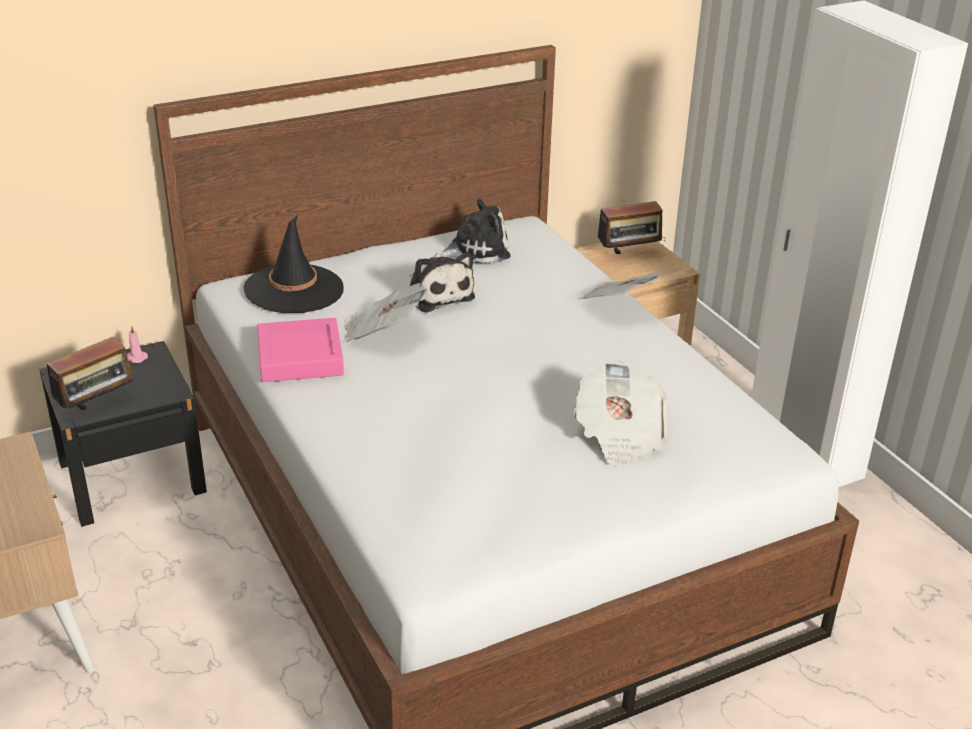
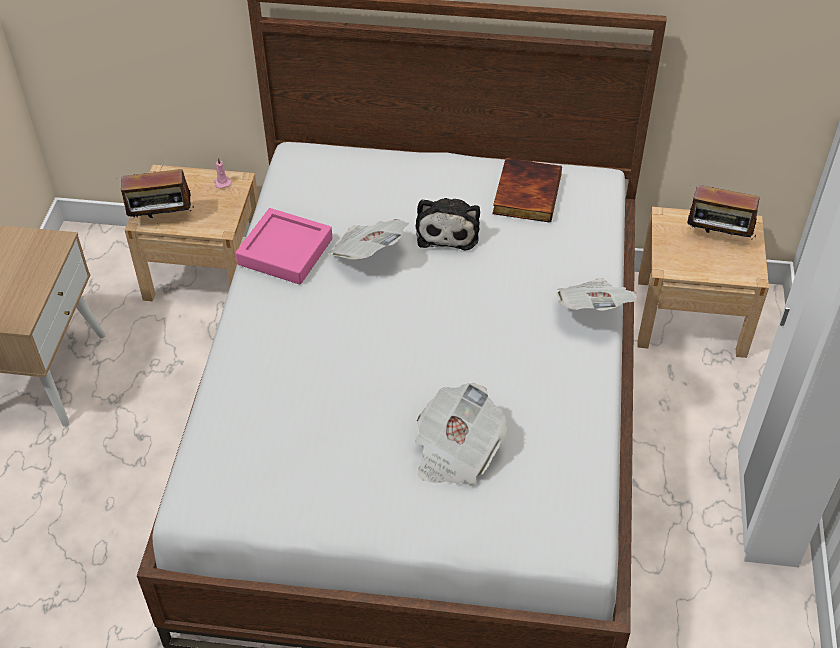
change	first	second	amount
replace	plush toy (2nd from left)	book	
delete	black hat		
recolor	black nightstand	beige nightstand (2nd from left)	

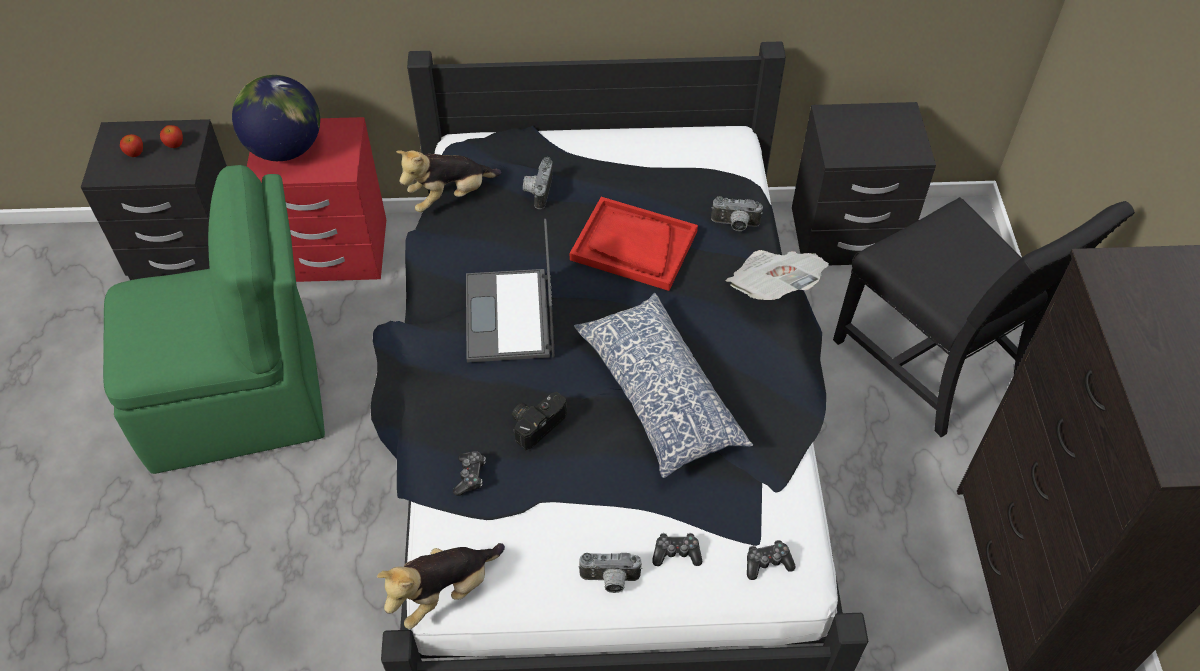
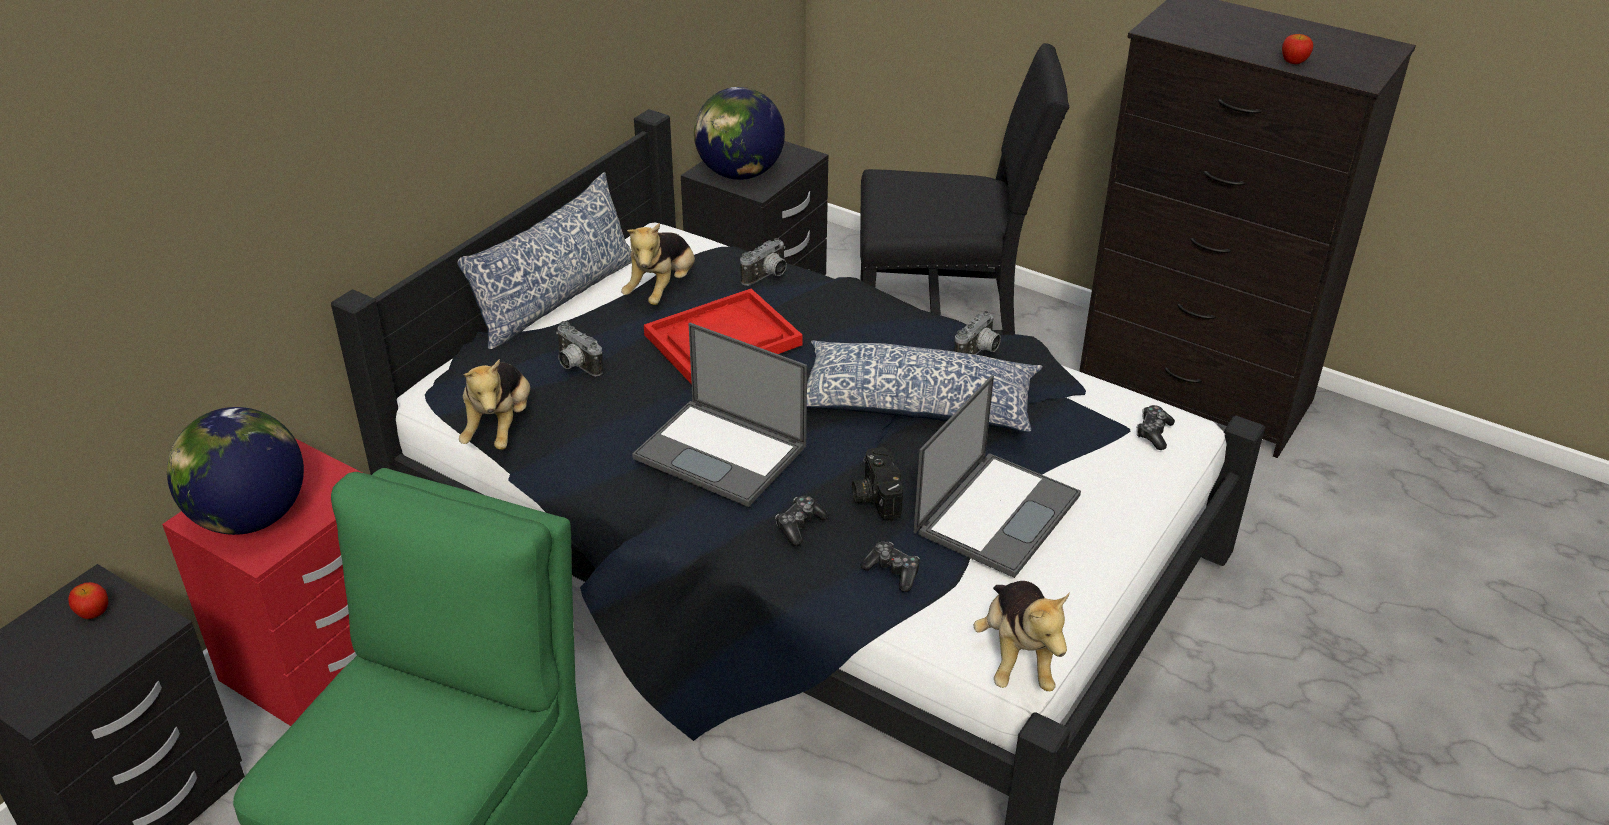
change	first	second	amount
move	apple (1st from left in the first image)	apple (2nd from left)	
delete	newspaper		
move	game controller (2nd from left in the first image)	game controller (1st from left)	
move	photo camera (3rd from left in the first image)	photo camera (4th from left)	
insert		globe (2nd from left)	
insert		pillow (1st from left)	
insert		plush toy (2nd from left)	
insert		laptop (2nd from left)	

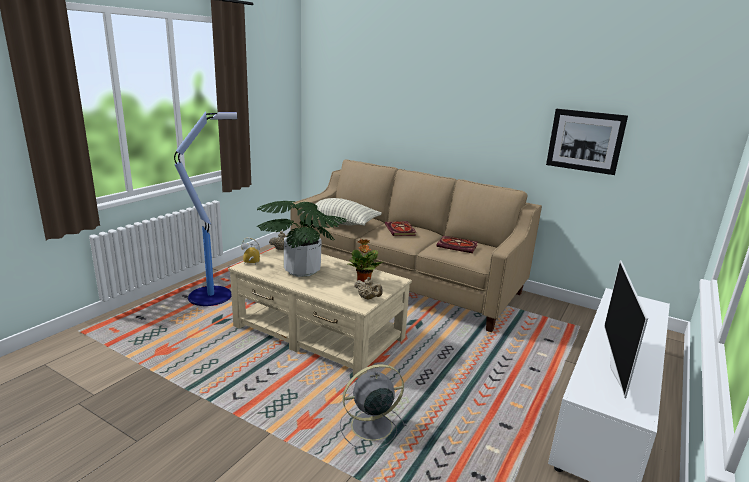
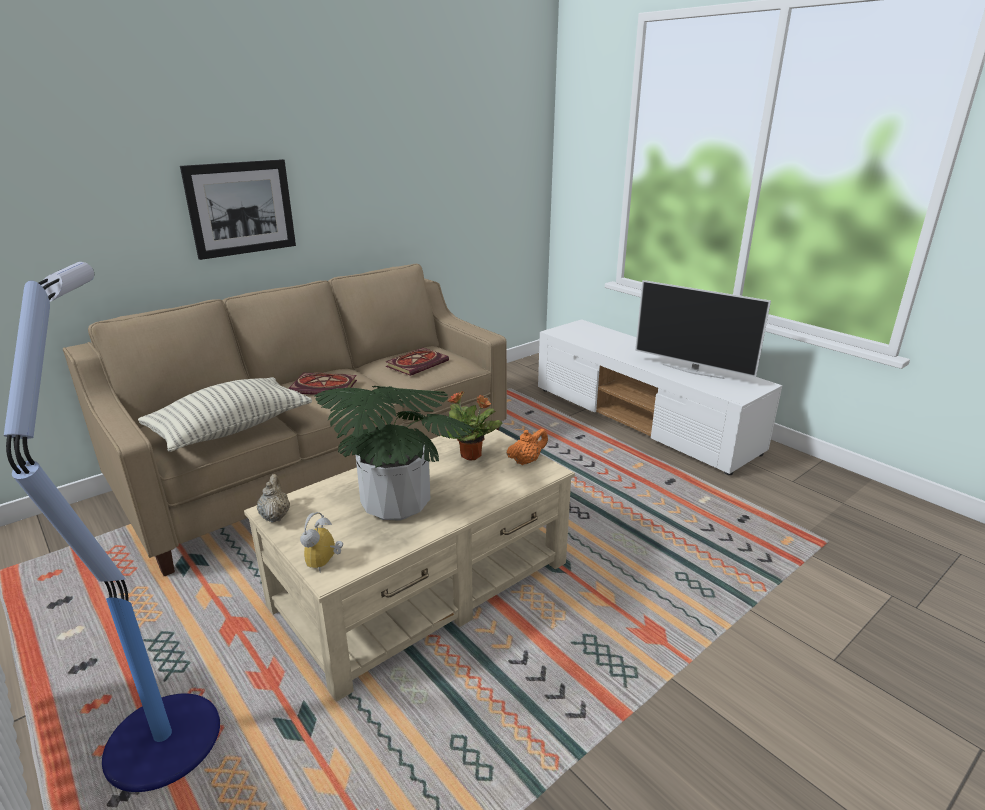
change	first	second	amount
move	picture		
recolor	beige teapot (2nd from left)	orange teapot	
delete	grey fan		

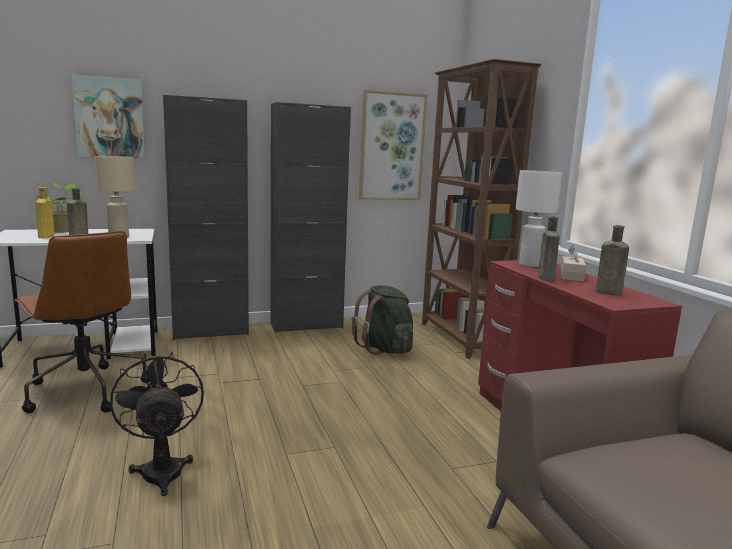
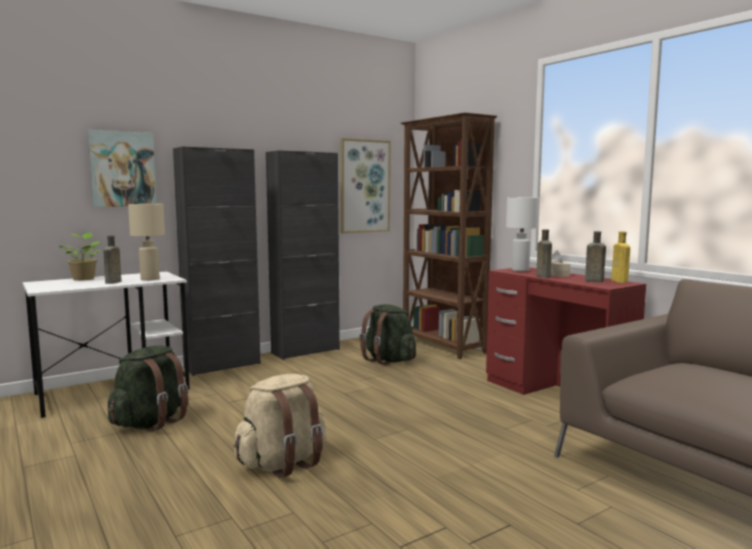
change	first	second	amount
move	yellow bottle		
replace	brown office chair	green backpack (1st from left)	
replace	black fan	beige backpack	

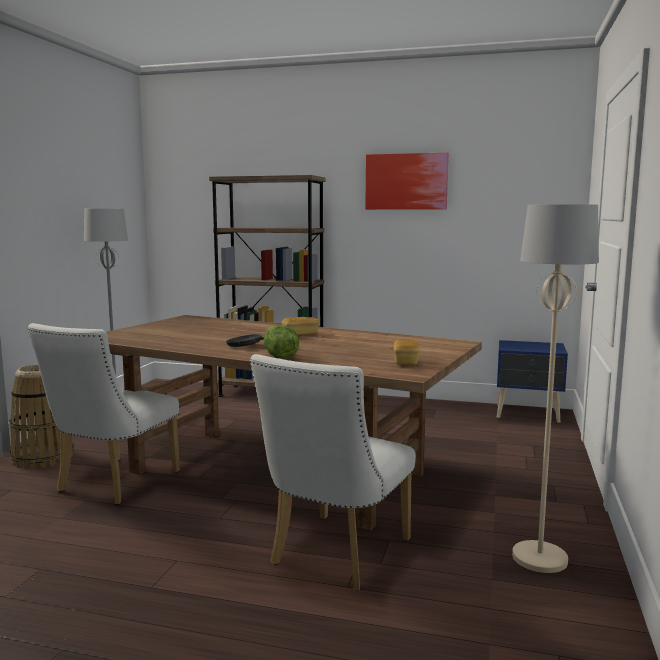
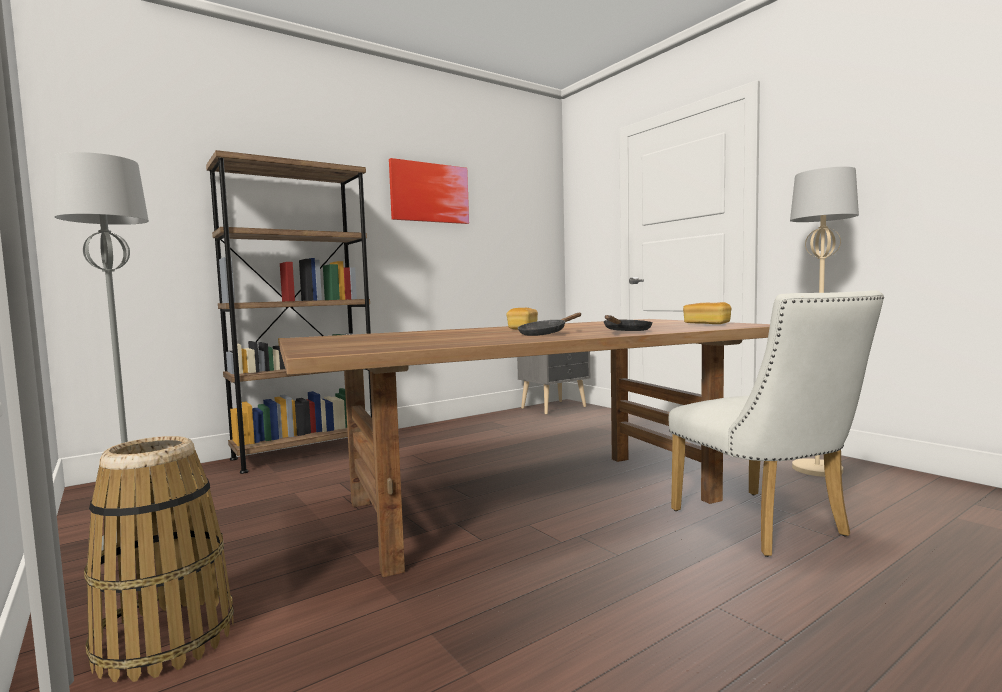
change	first	second	amount
delete	white chair (1st from left)		
replace	lettuce	black frying pan (2nd from left)	
recolor	blue nightstand	grey nightstand	

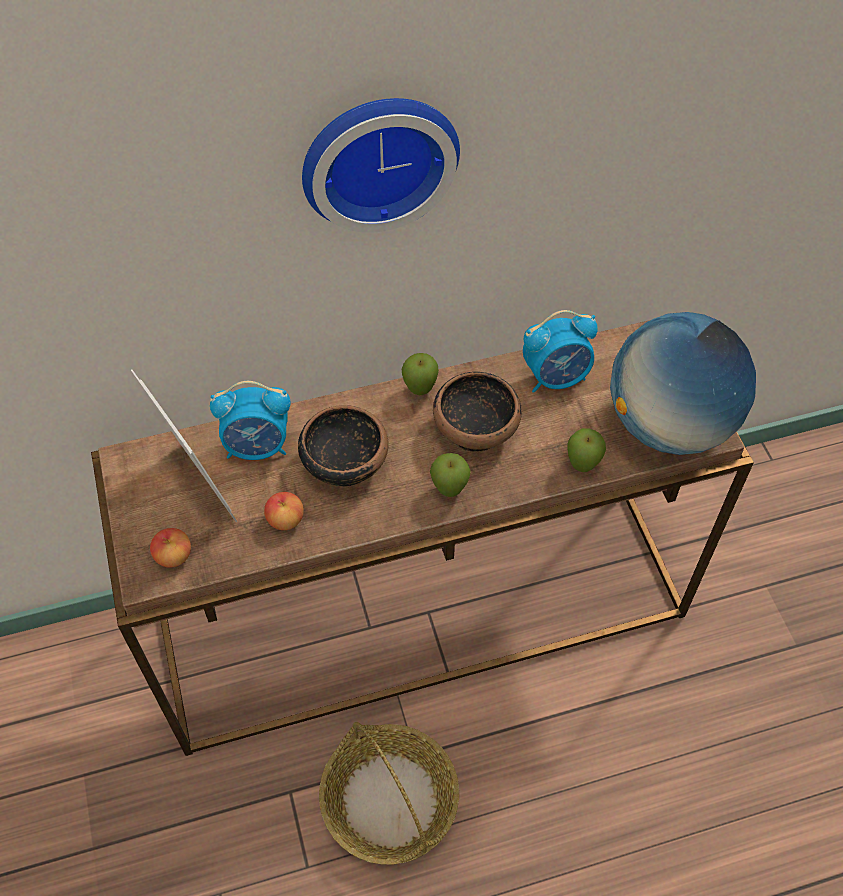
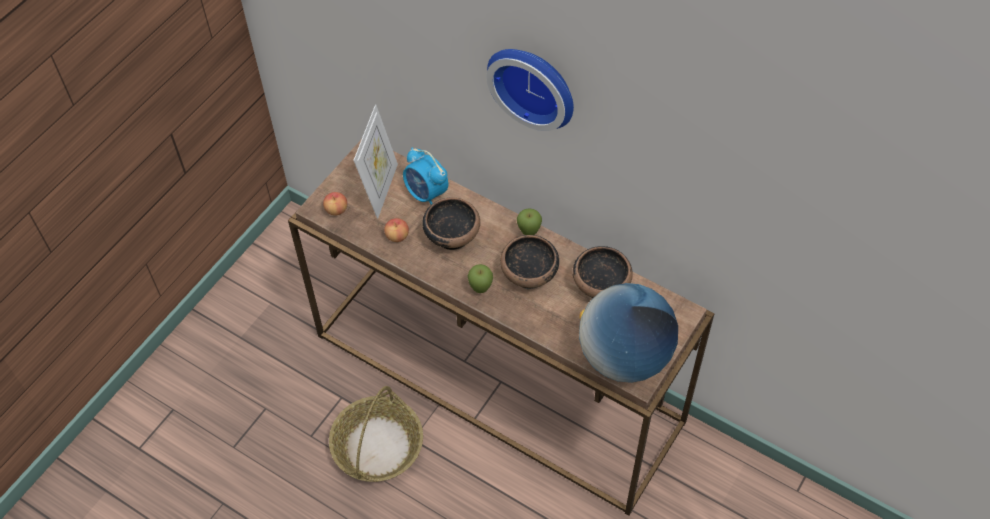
change	first	second	amount
replace	alarm clock (2nd from left)	bowl (3rd from left)	
delete	apple (5th from left)		

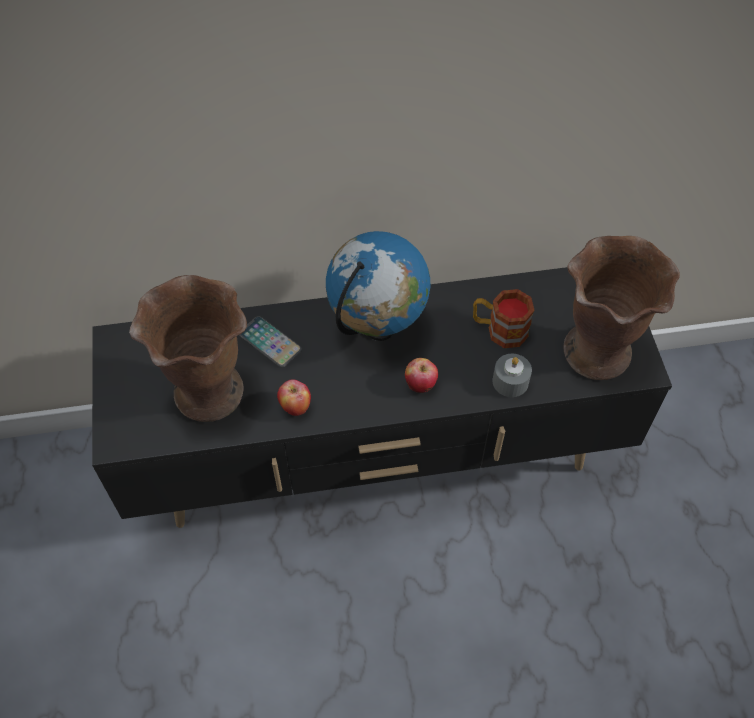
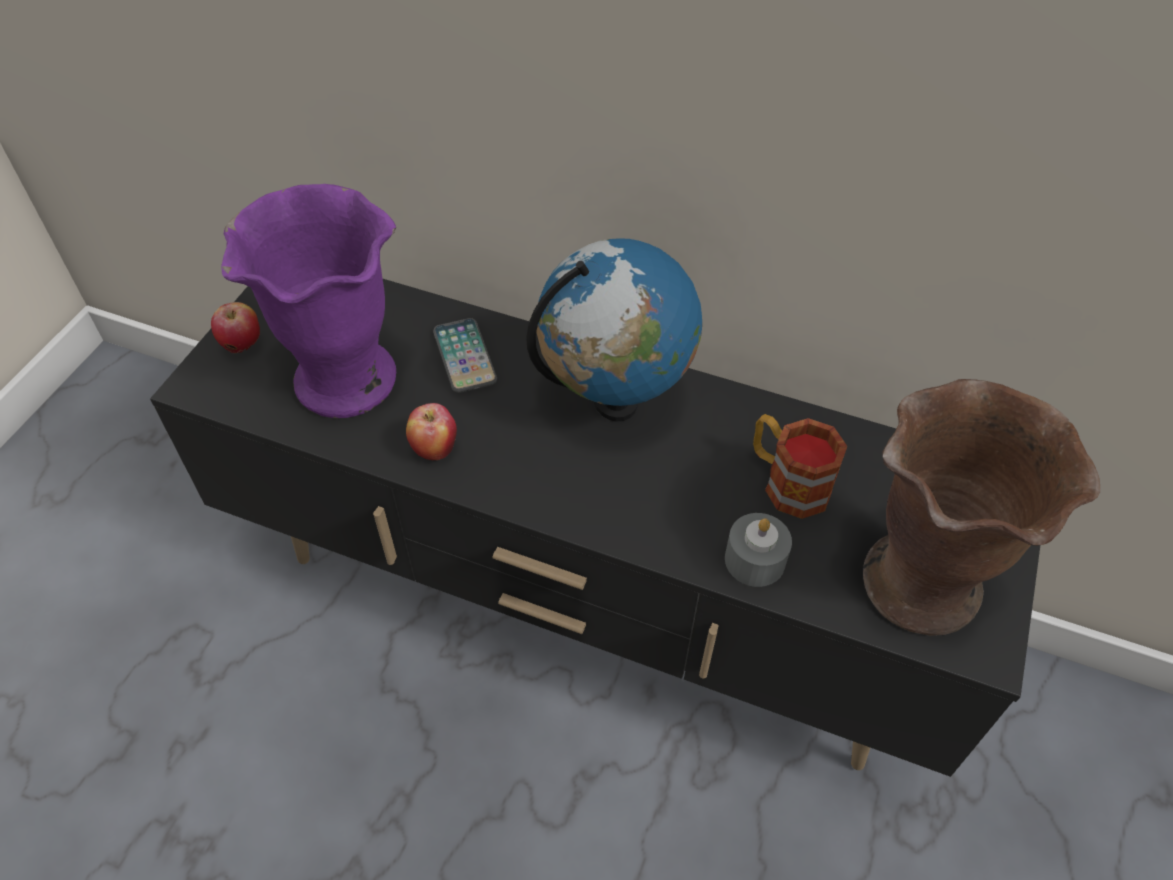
change	first	second	amount
recolor	brown vase (1st from left)	purple vase	
move	apple (2nd from left in the first image)	apple (1st from left)	

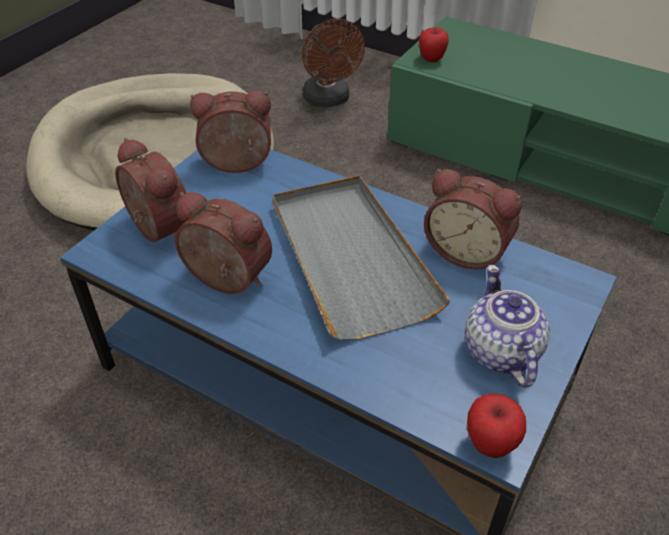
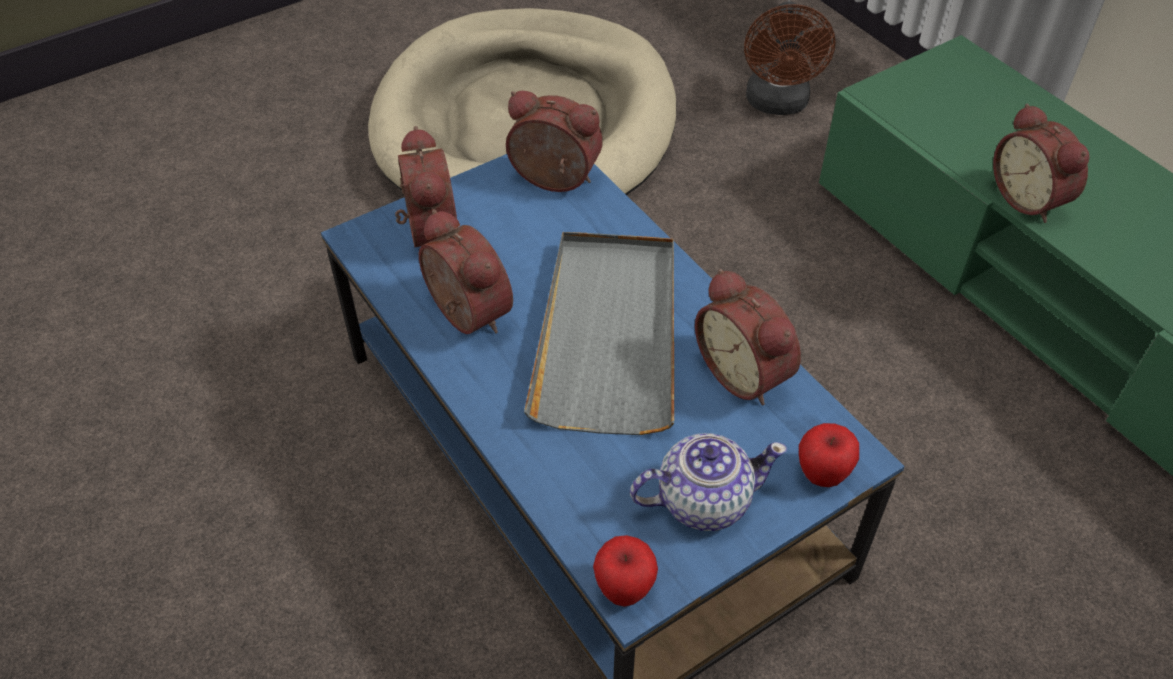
change	first	second	amount
move	apple (1st from left in the first image)	apple (2nd from left)	
rotate	teapot		60 degrees clockwise
insert		alarm clock (5th from left)	

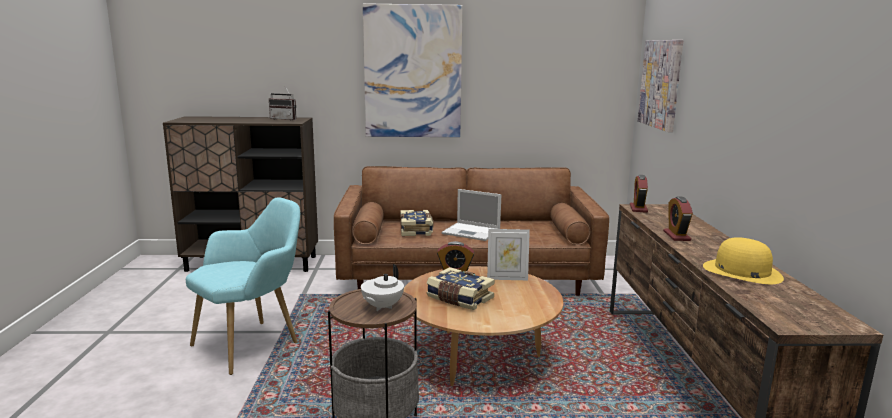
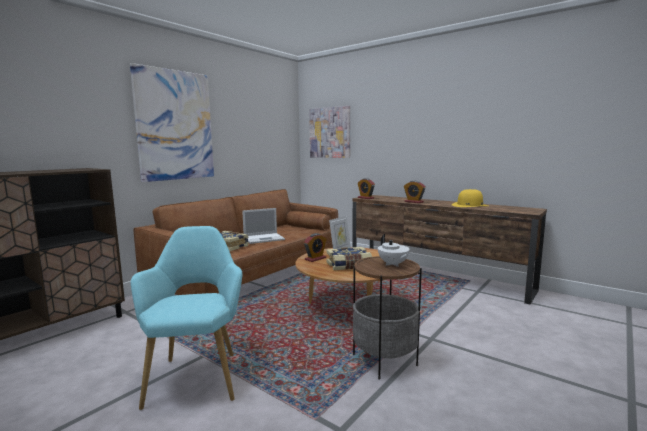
change	first	second	amount
delete	radio		

